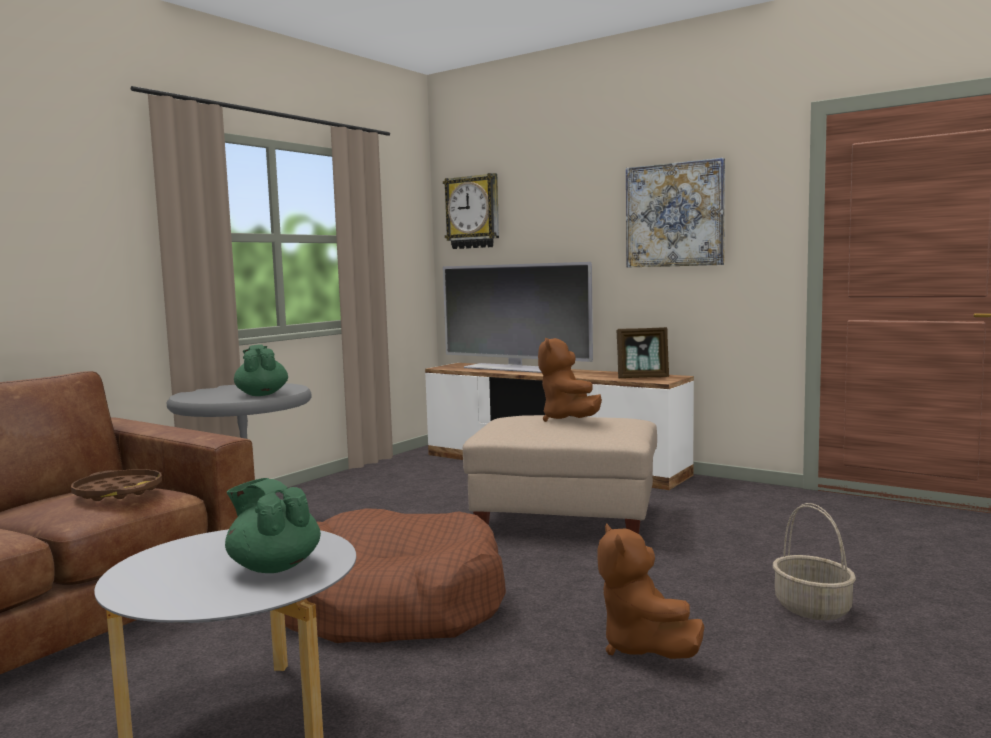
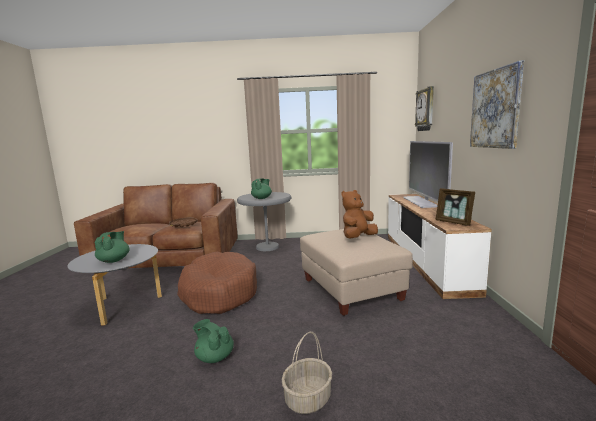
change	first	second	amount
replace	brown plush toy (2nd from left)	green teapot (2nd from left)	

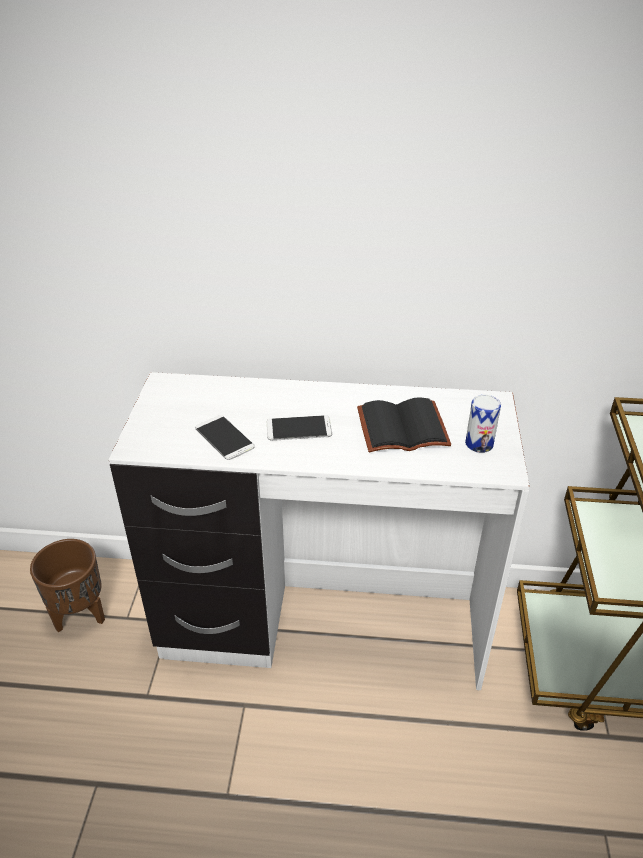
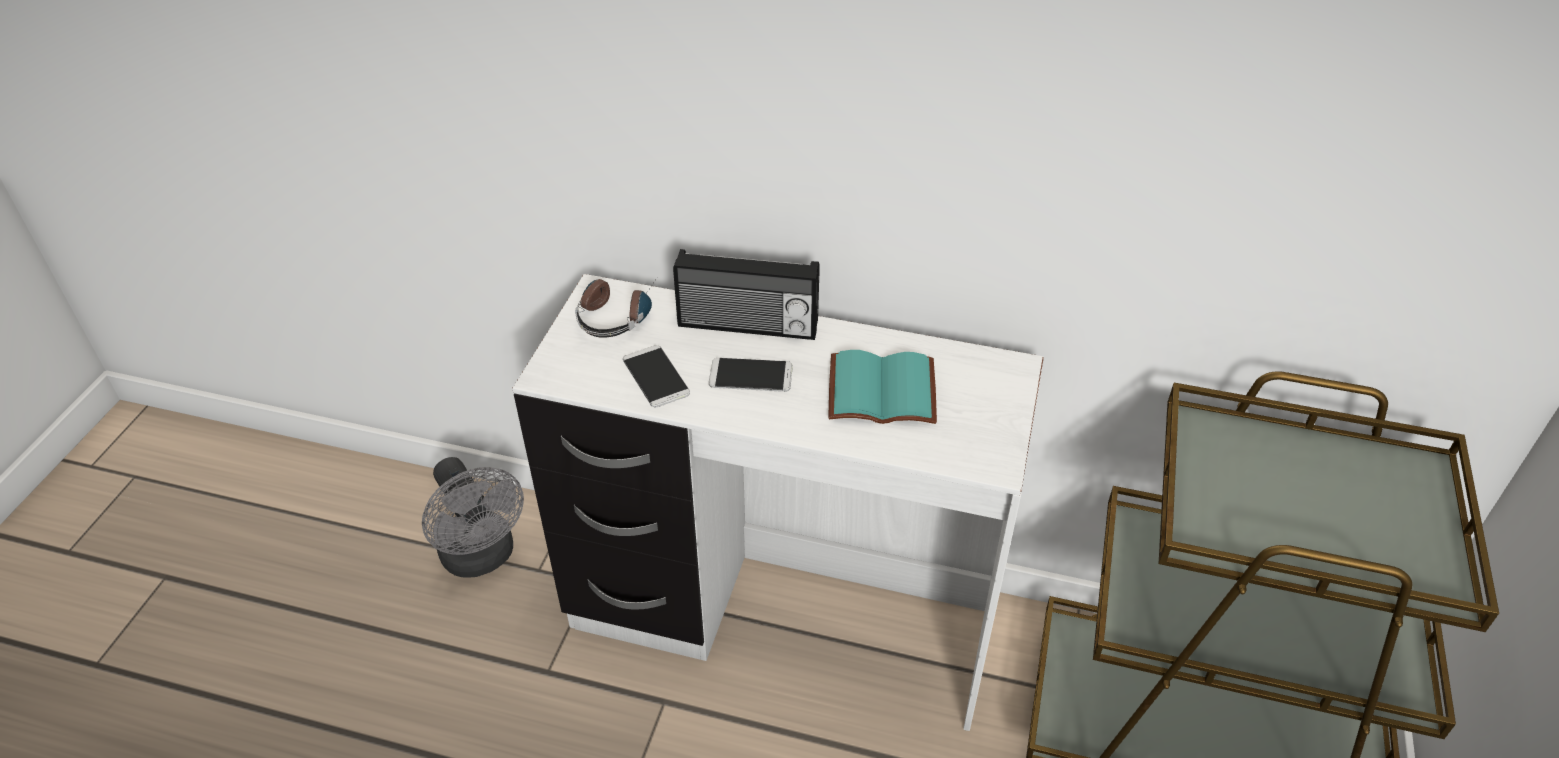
change	first	second	amount
delete	can		
recolor	black book	turquoise book	
replace	brown planter	grey fan	
insert		radio	
insert		headphones	

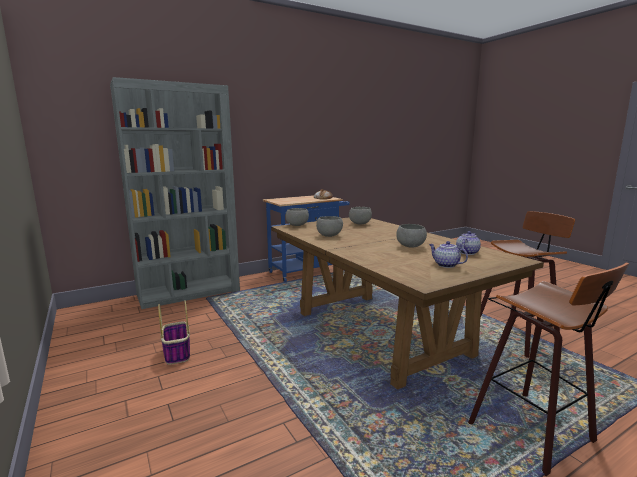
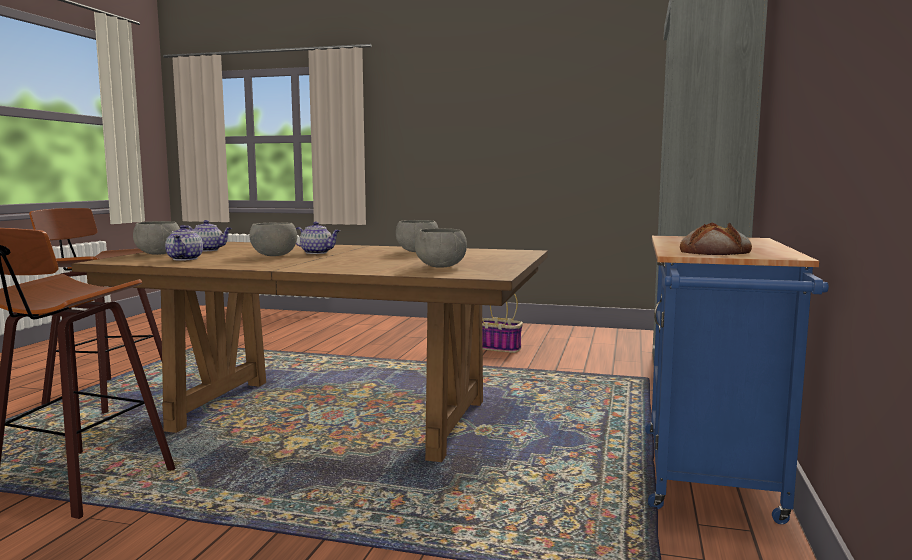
change	first	second	amount
move	grey bowl (1st from left)		
insert		teapot (3rd from left)	

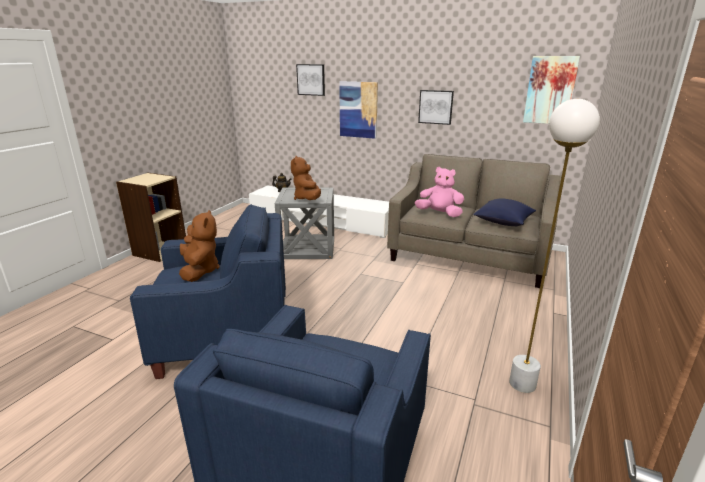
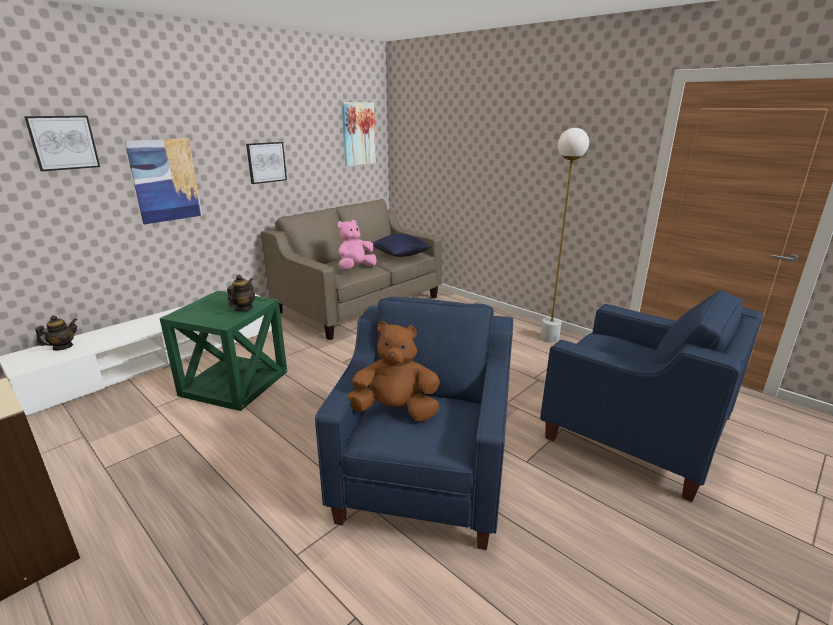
change	first	second	amount
replace	brown plush toy (2nd from left)	teapot (2nd from left)	
recolor	grey side table	green side table	

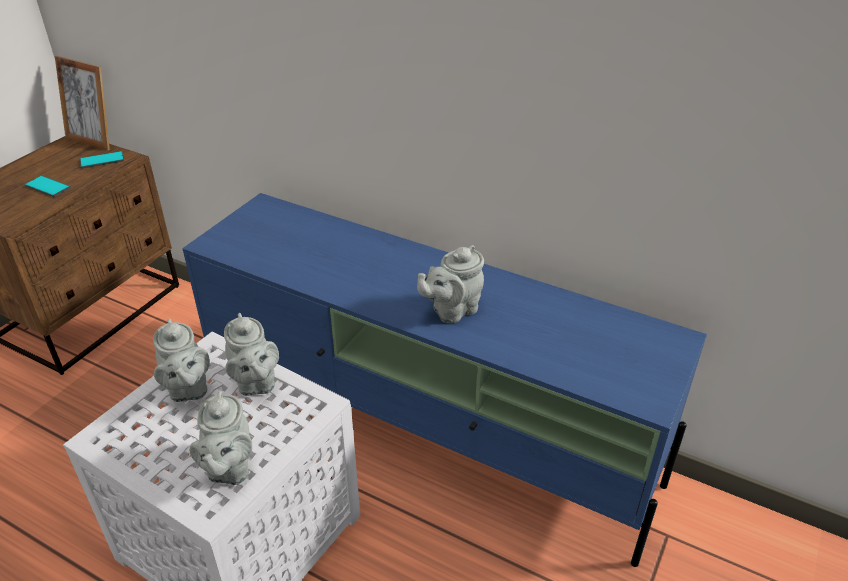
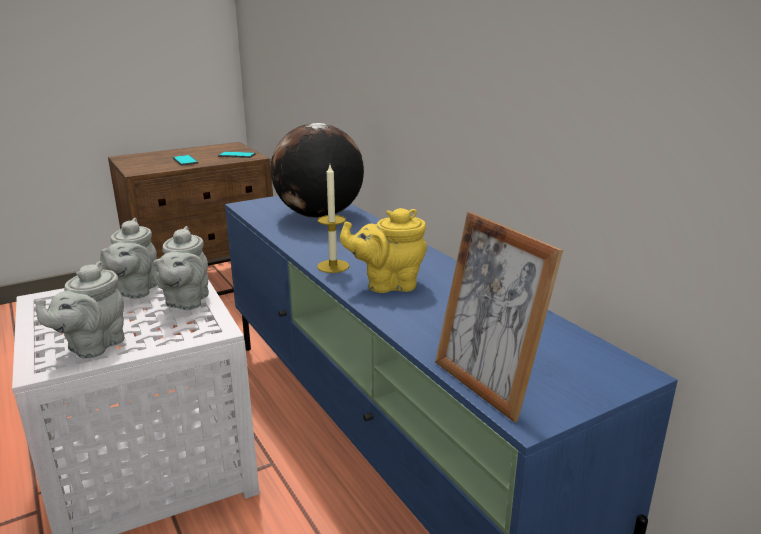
change	first	second	amount
move	picture frame		
recolor	grey teapot (4th from left)	yellow teapot	
insert		globe	
insert		candle	

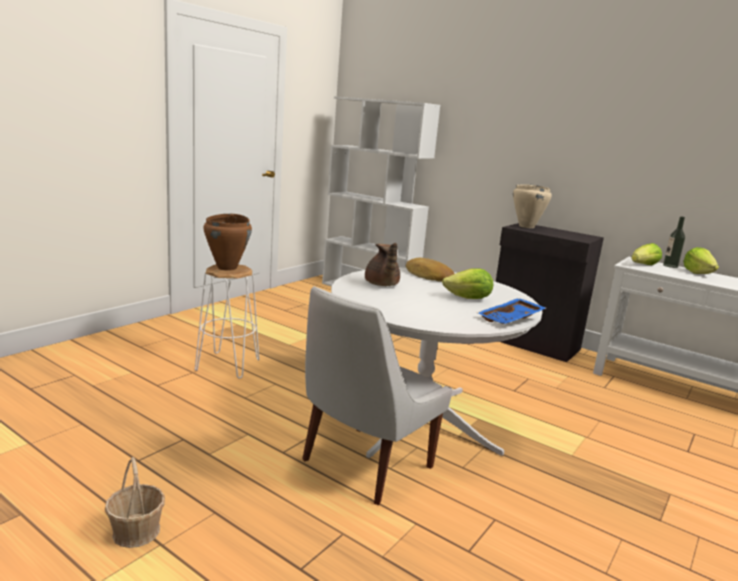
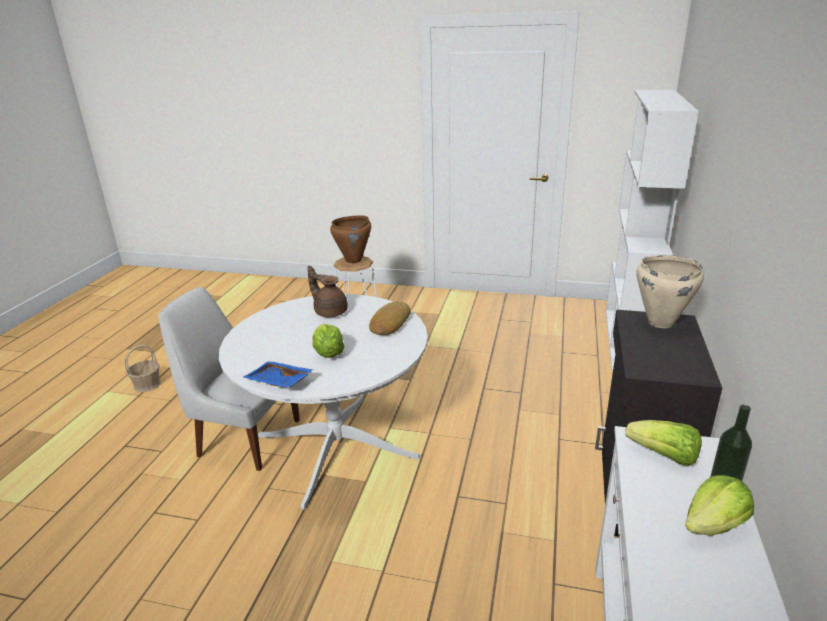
change	first	second	amount
rotate	brown teapot		75 degrees clockwise

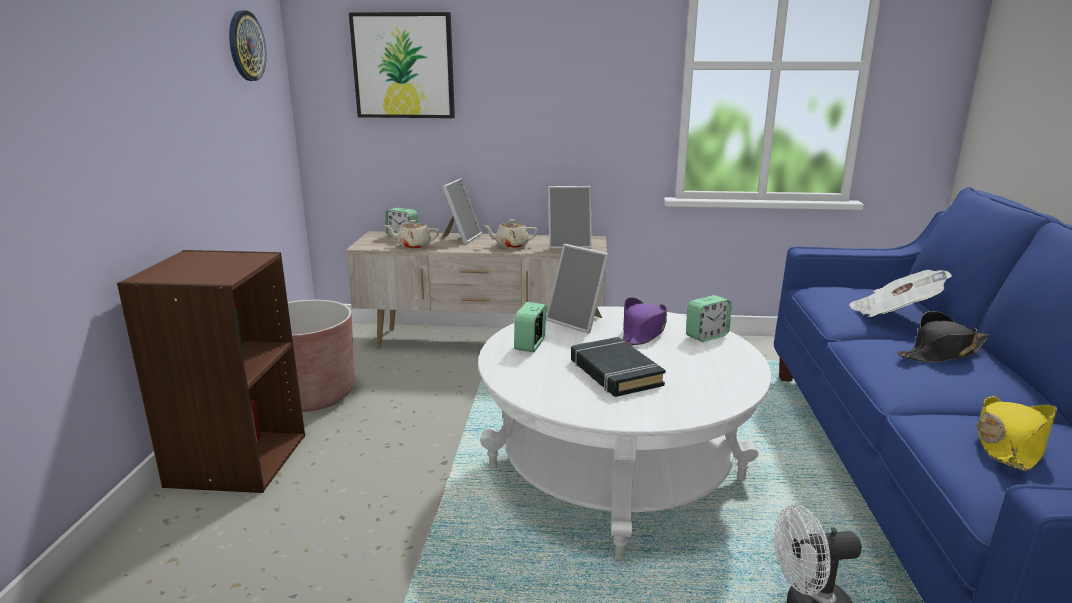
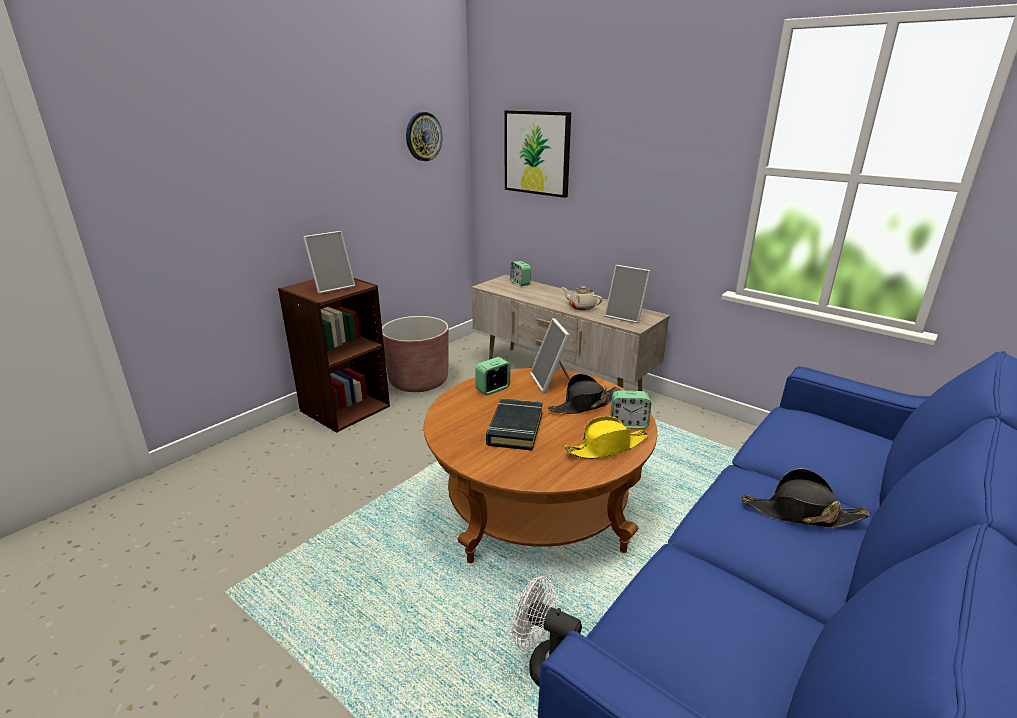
change	first	second	amount
move	picture frame (1st from left)		
delete	beige teapot (1st from left)		
delete	newspaper		
recolor	purple hat	black hat (1st from left)	
recolor	white coffee table	brown coffee table	
move	yellow hat		

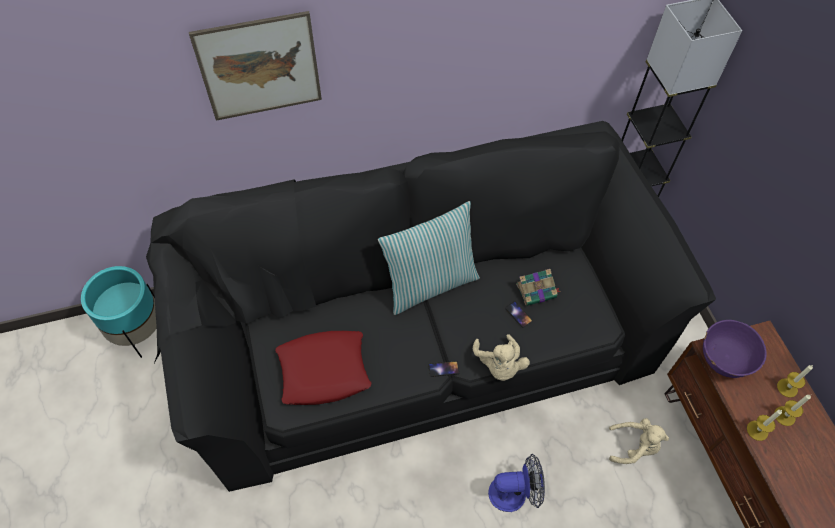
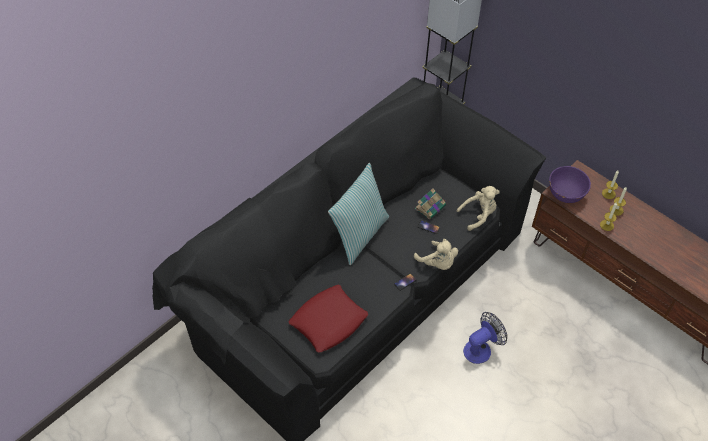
change	first	second	amount
delete	picture		
delete	turquoise planter		
move	beige plush toy (2nd from left)		

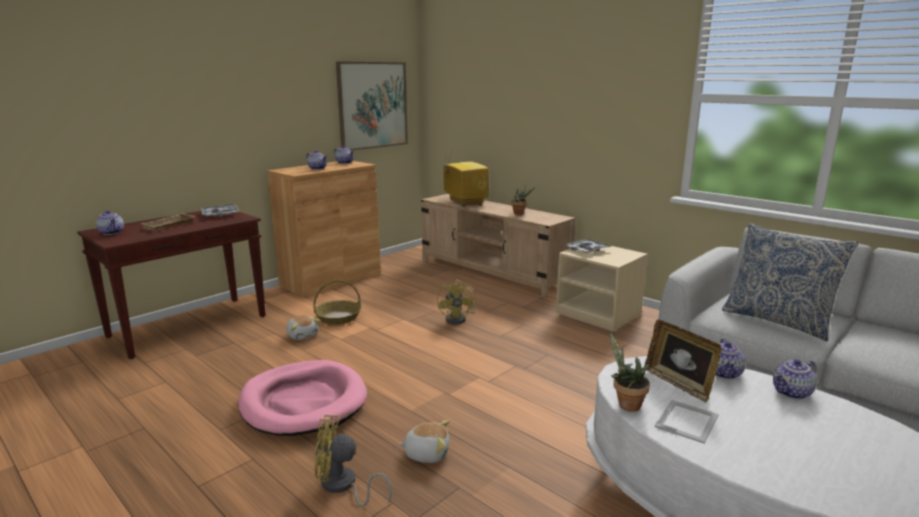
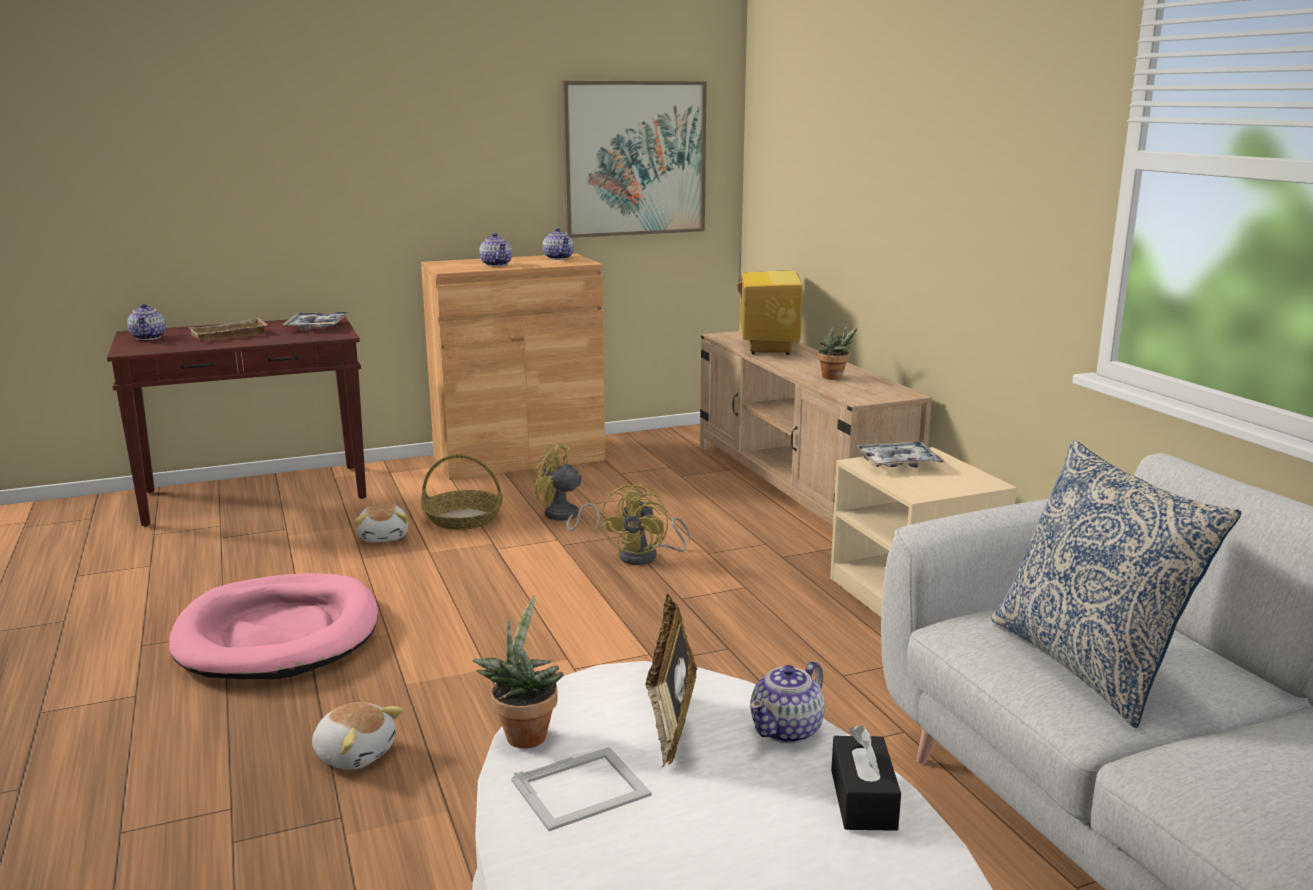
change	first	second	amount
replace	teapot (5th from left)	black tissue box	
move	yellow fan (1st from left)		

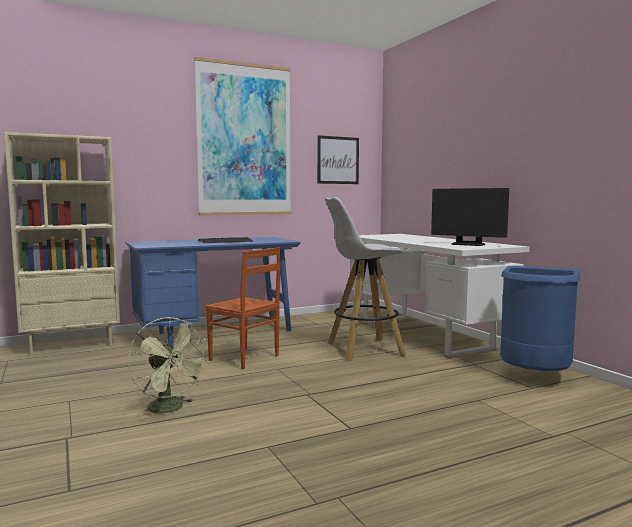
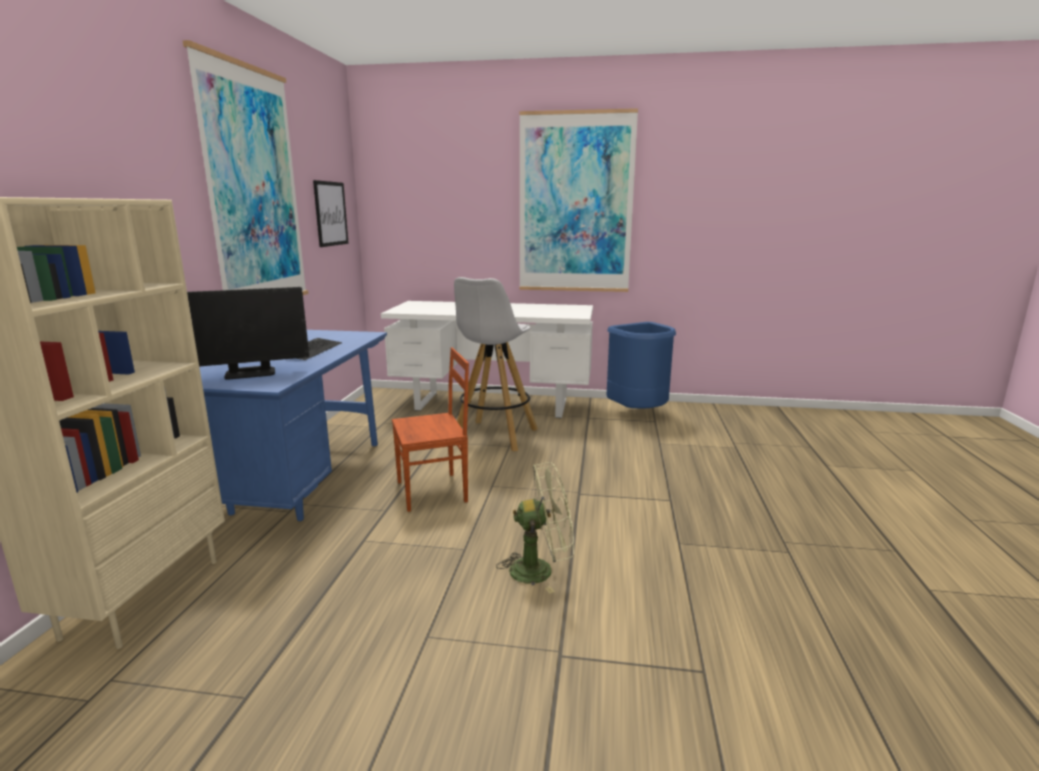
change	first	second	amount
move	monitor		
insert		picture (3rd from left)	

